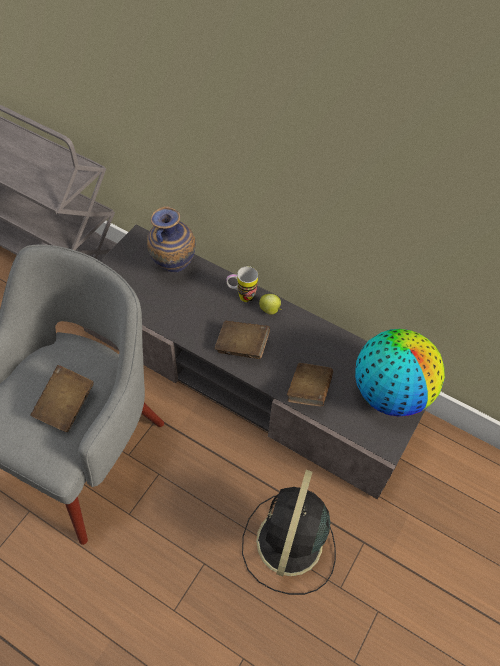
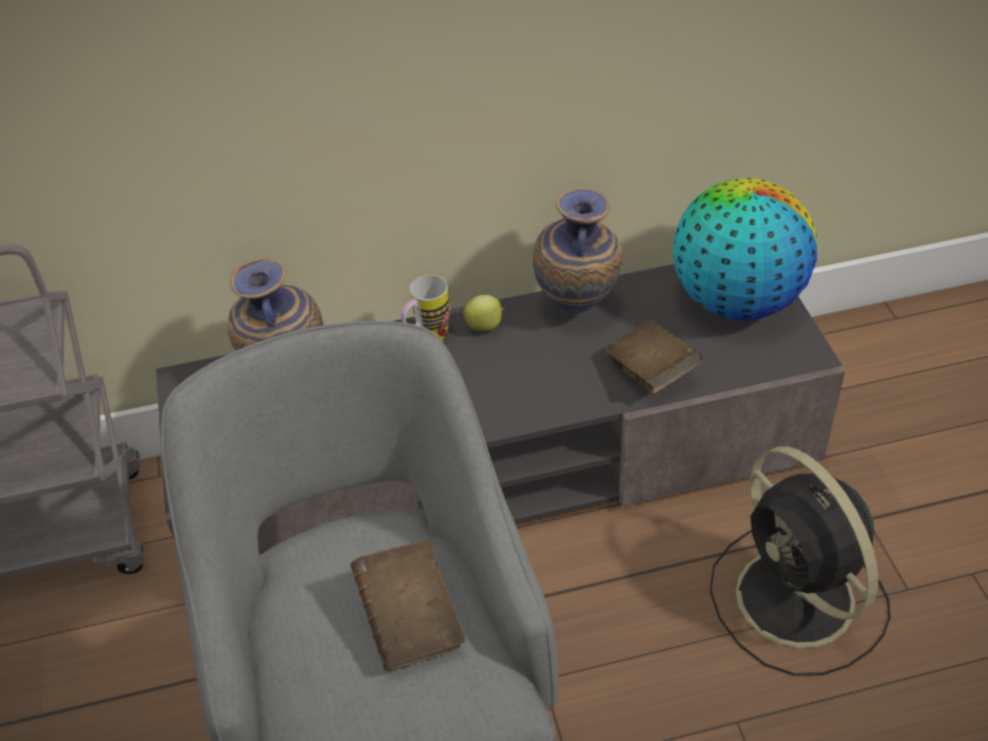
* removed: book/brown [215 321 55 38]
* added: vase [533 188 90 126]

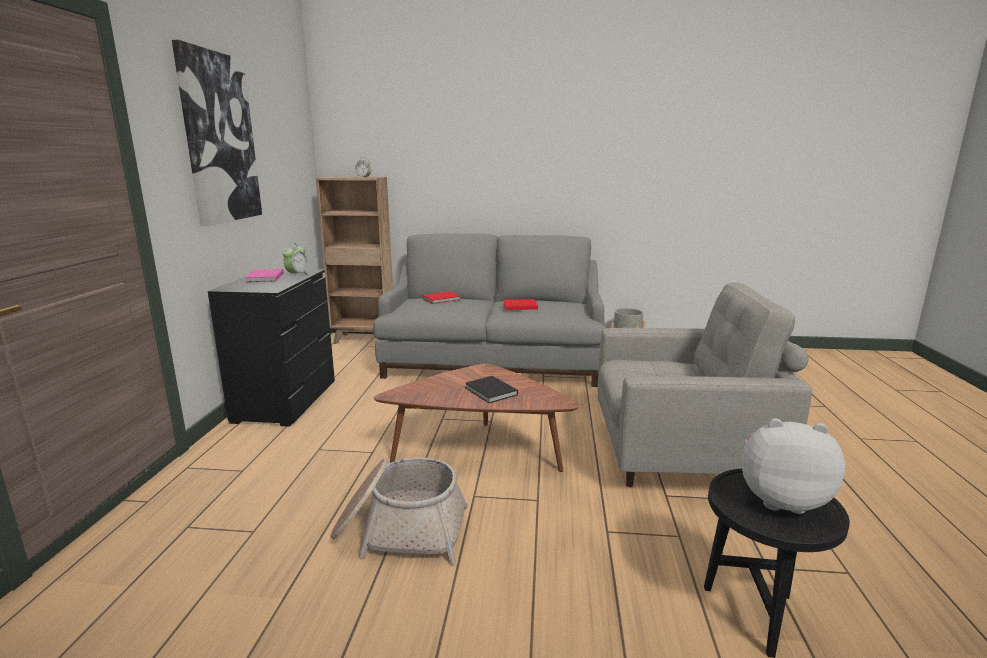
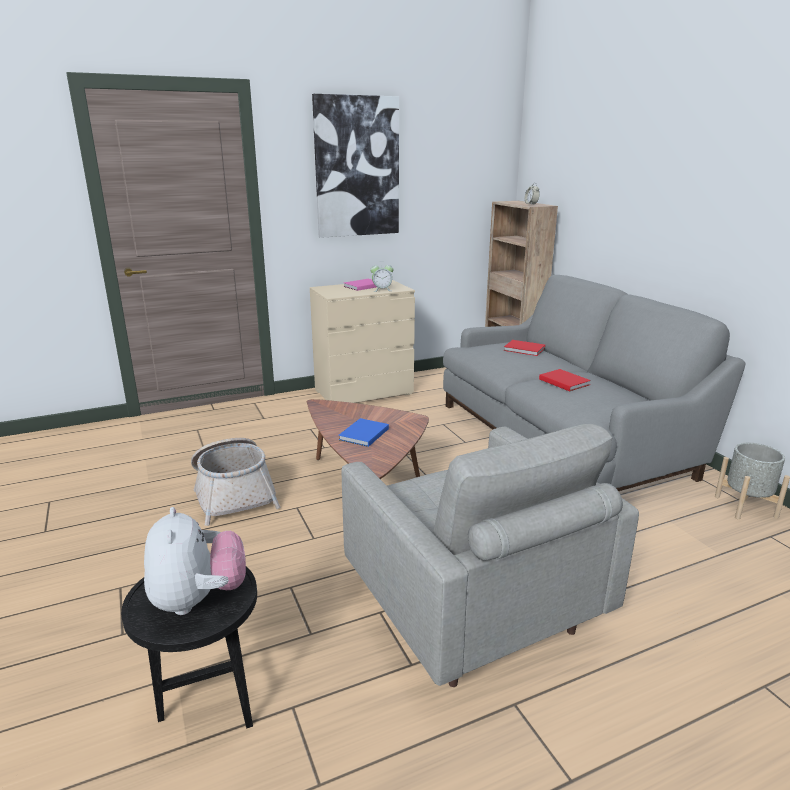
* recoloured: dresser/black [208 268 127 159] to dresser/beige [310 280 105 123]
* recoloured: book/black [465 376 53 28] to book/blue [339 418 50 29]

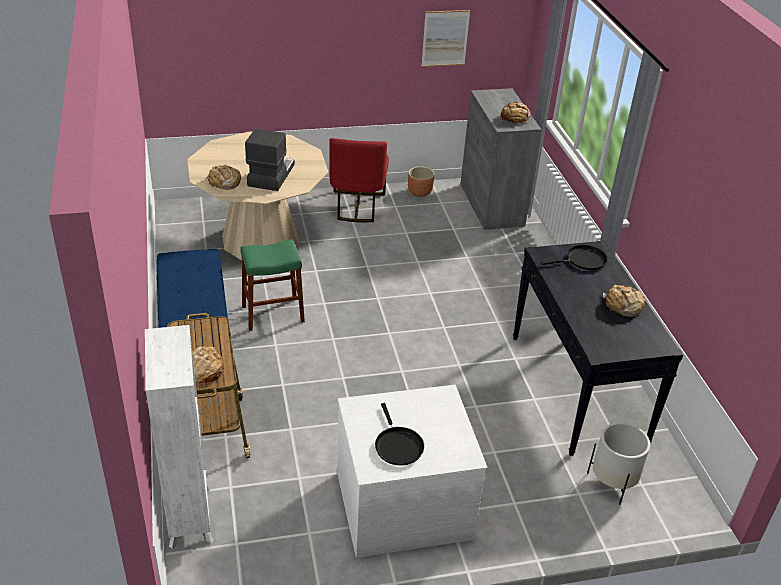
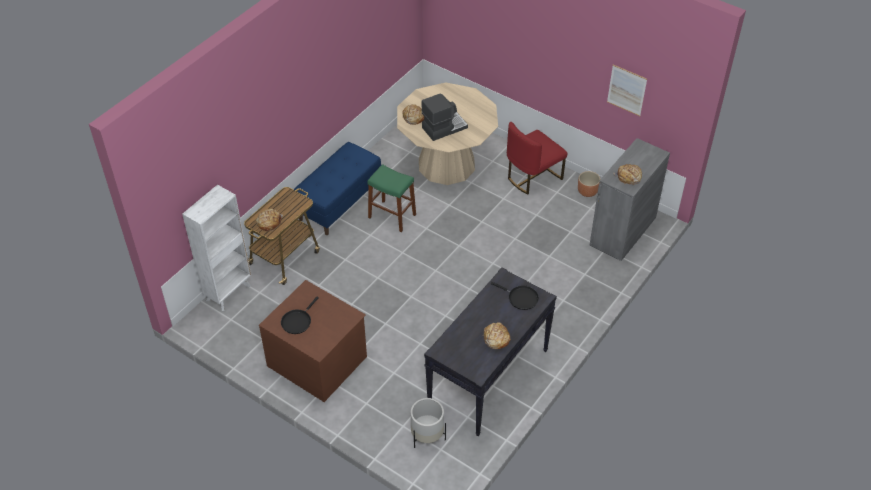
* recoloured: dresser/white [337 385 150 172] to dresser/brown [259 280 108 122]

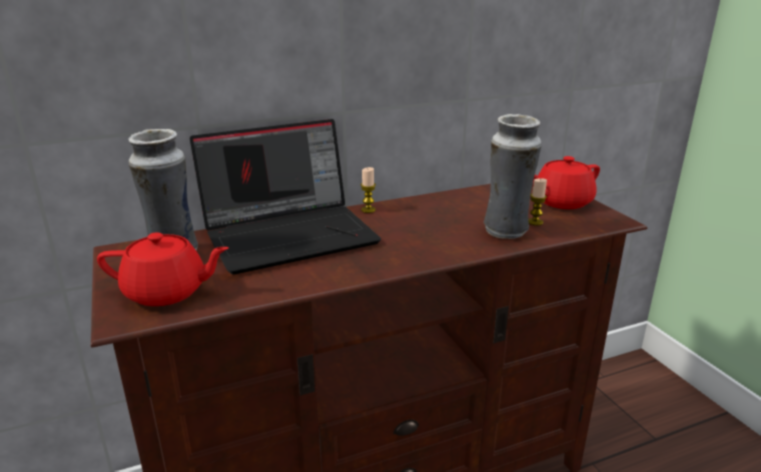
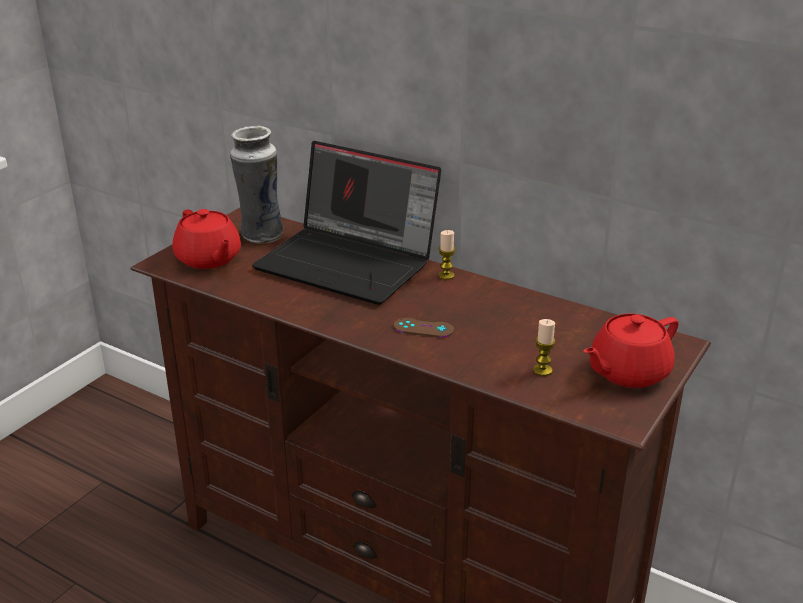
* removed: vase [484 114 57 125]
* turned: teapot/red [533 156 67 53] = [583 314 96 74] 60 degrees counterclockwise
* added: game controller/brown [394 318 60 20]

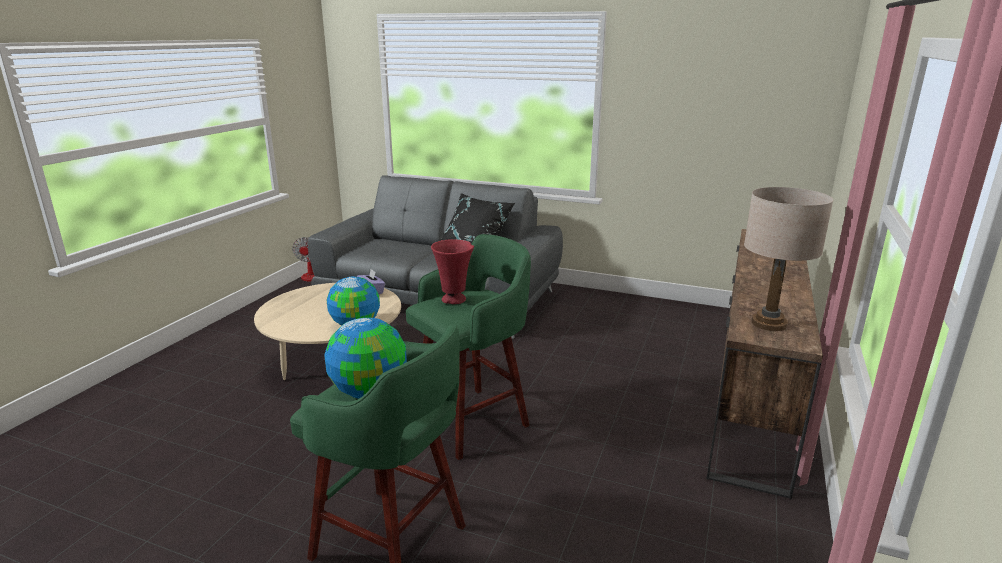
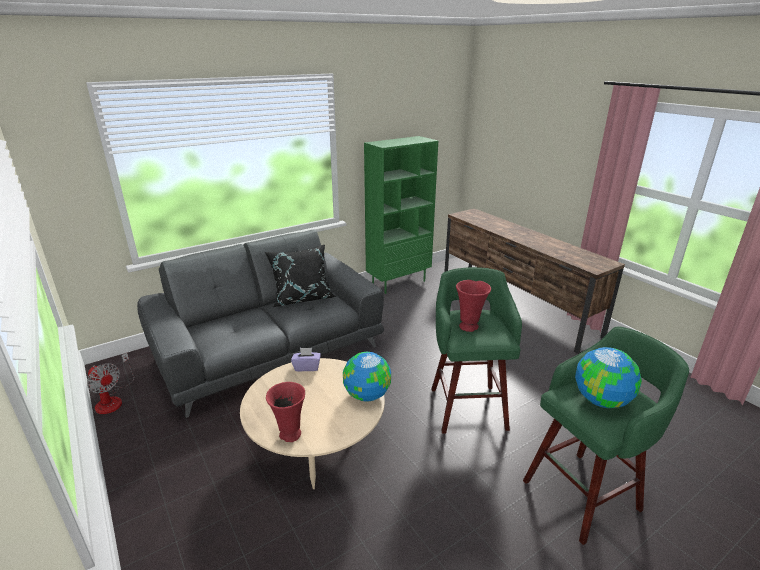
* removed: table lamp/beige [744 187 89 144]
* added: vase/red [266 382 39 60]
* added: bookcase/green [364 136 74 158]

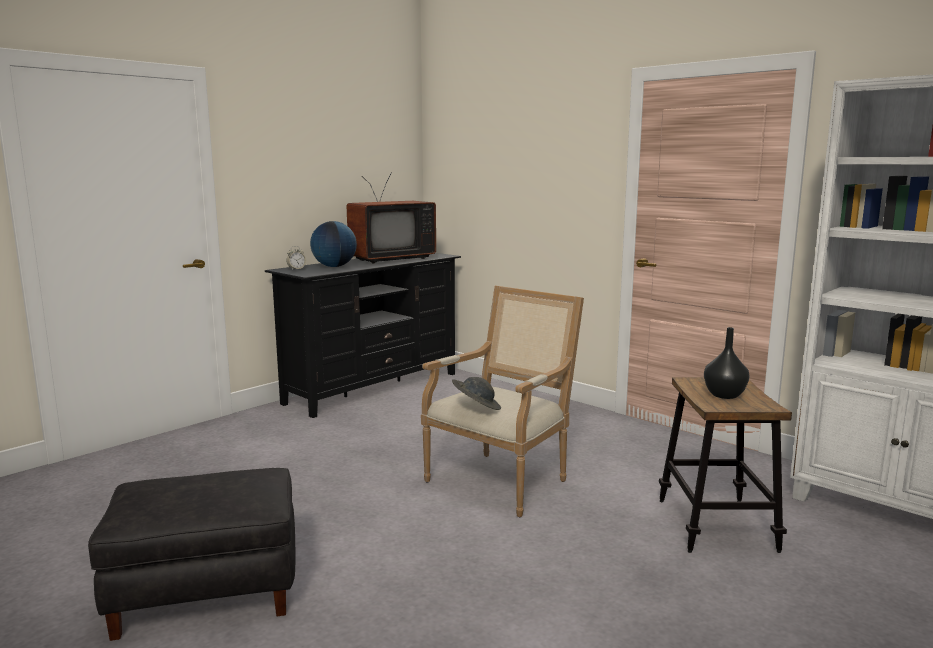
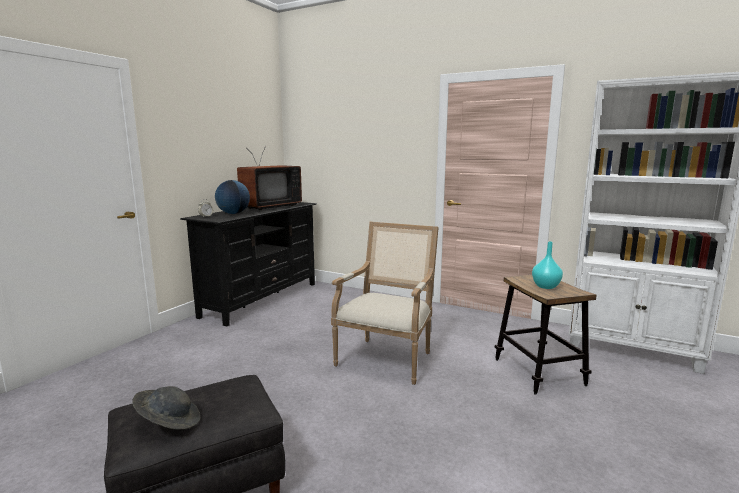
* moved: hat/grey [452 377 49 33] to [133 386 67 44]
* recoloured: vase/black [704 327 45 72] to vase/turquoise [532 241 31 48]

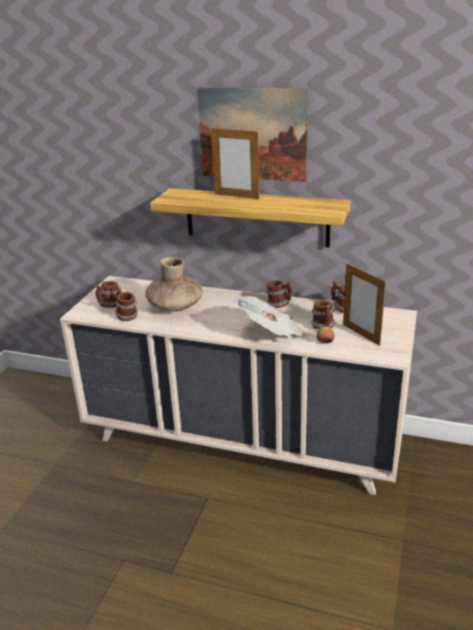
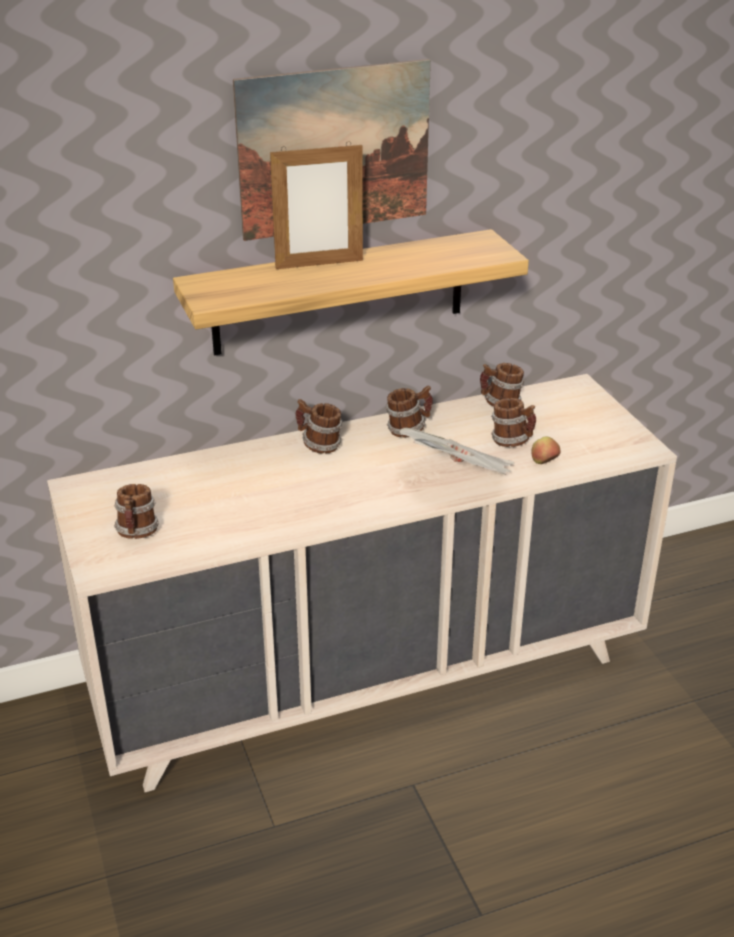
* moved: mug [115 286 23 35] to [296 399 47 55]
* removed: vase/brown [145 257 57 55]
* removed: picture frame [343 263 43 83]

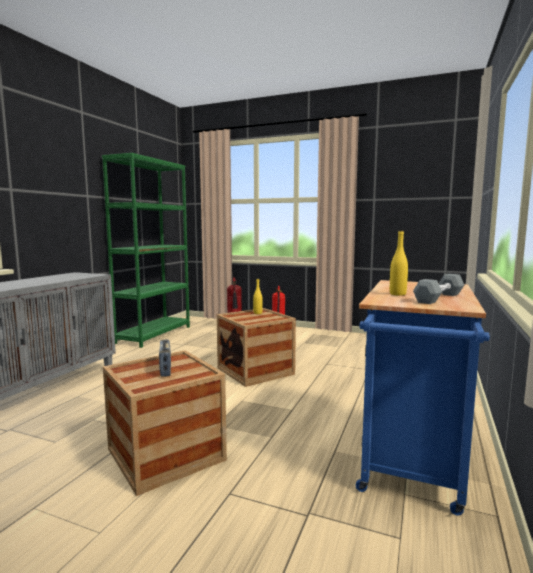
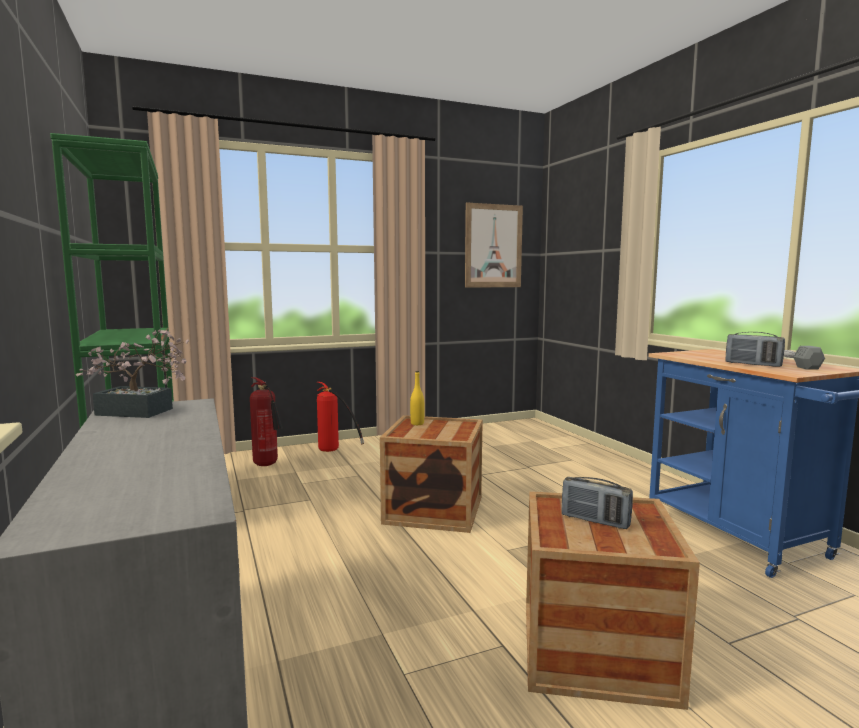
* replaced: bottle/yellow [390 230 18 66] to radio [725 332 60 35]
* added: potted plant [76 329 113 89]
* added: picture [465 203 58 85]

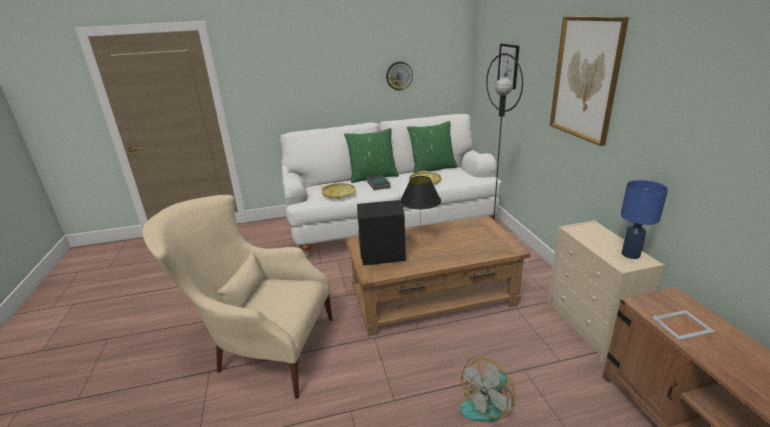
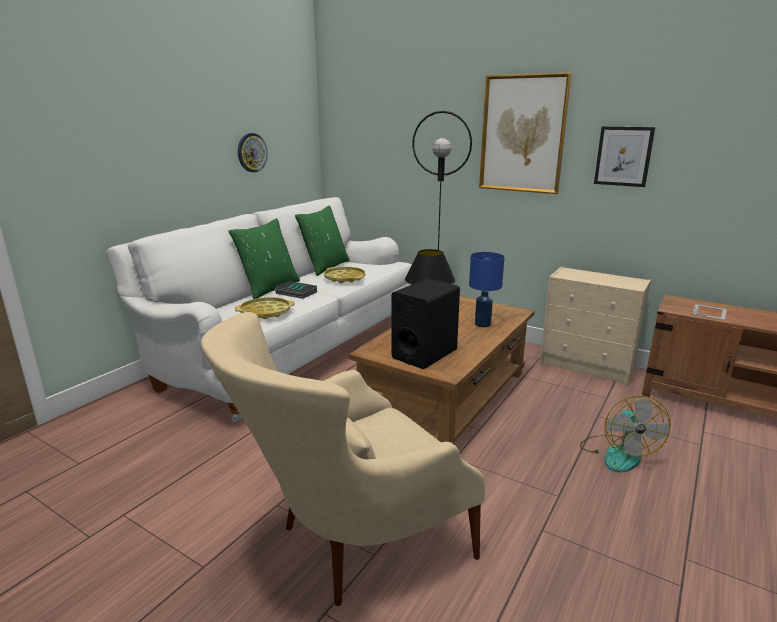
* moved: picture [497 43 22 46] to [594 126 61 61]
* moved: table lamp/blue [621 180 47 79] to [469 252 35 75]

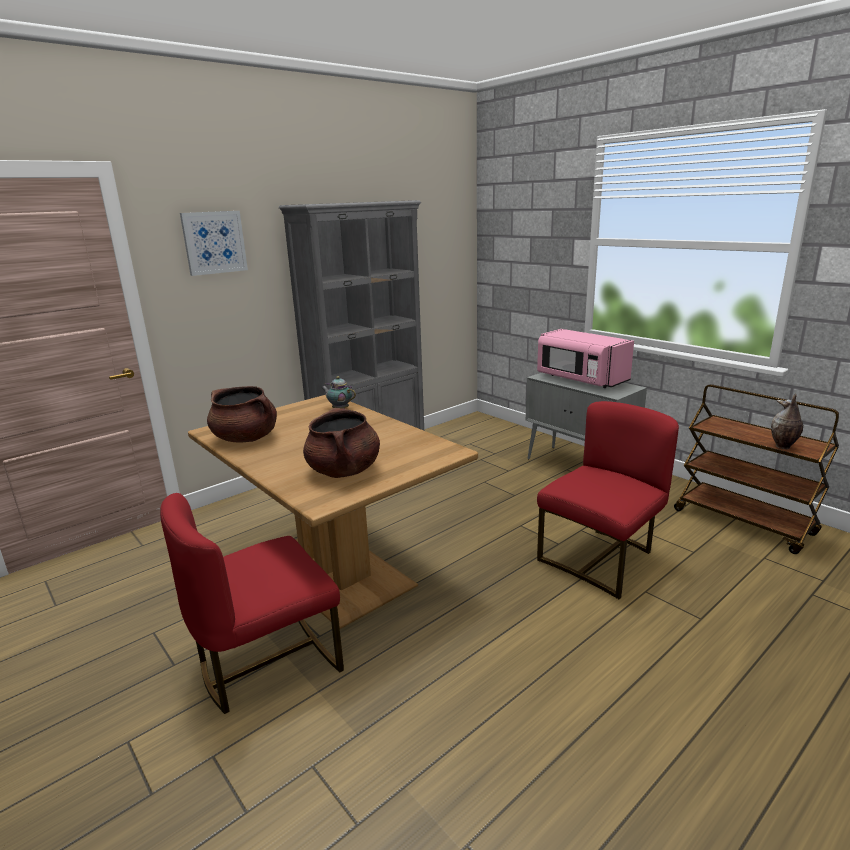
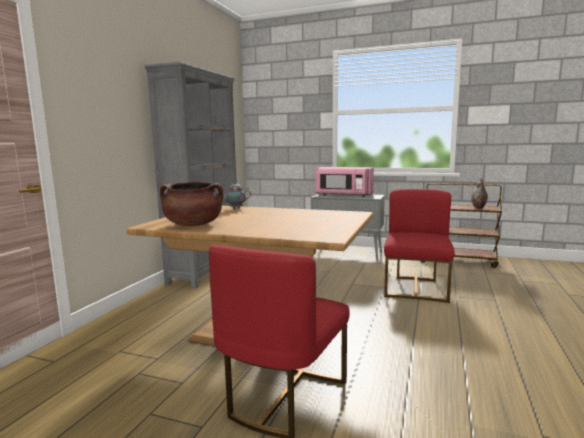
* removed: picture [180 211 68 65]
* removed: cooking pot/brown [303 408 77 70]

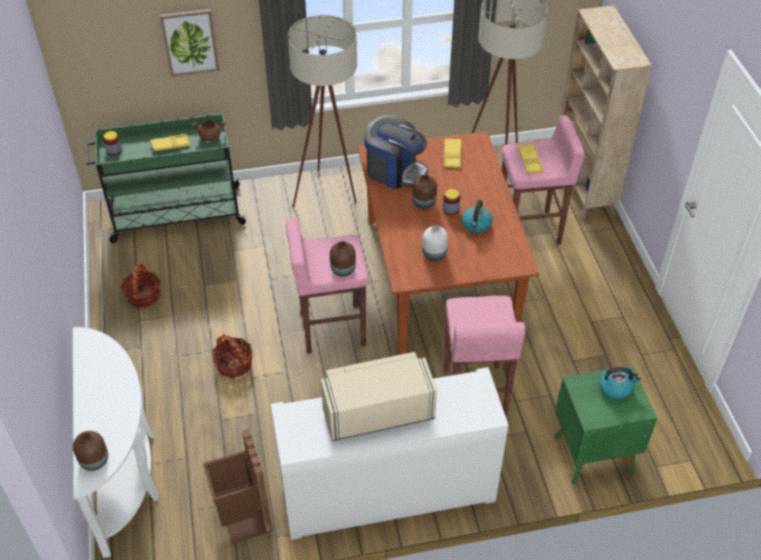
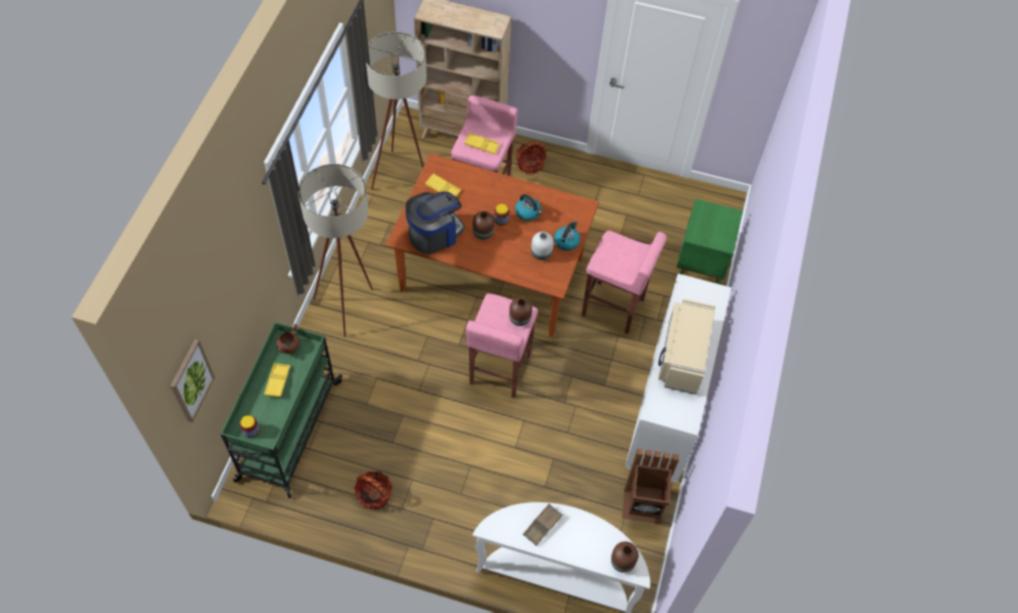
* moved: picture [160 9 59 68] to [170 339 45 84]
* moved: basket [212 334 41 44] to [516 141 31 33]
* moved: kettle [599 367 42 33] to [554 221 26 30]
* added: tray/brown [523 504 40 42]

